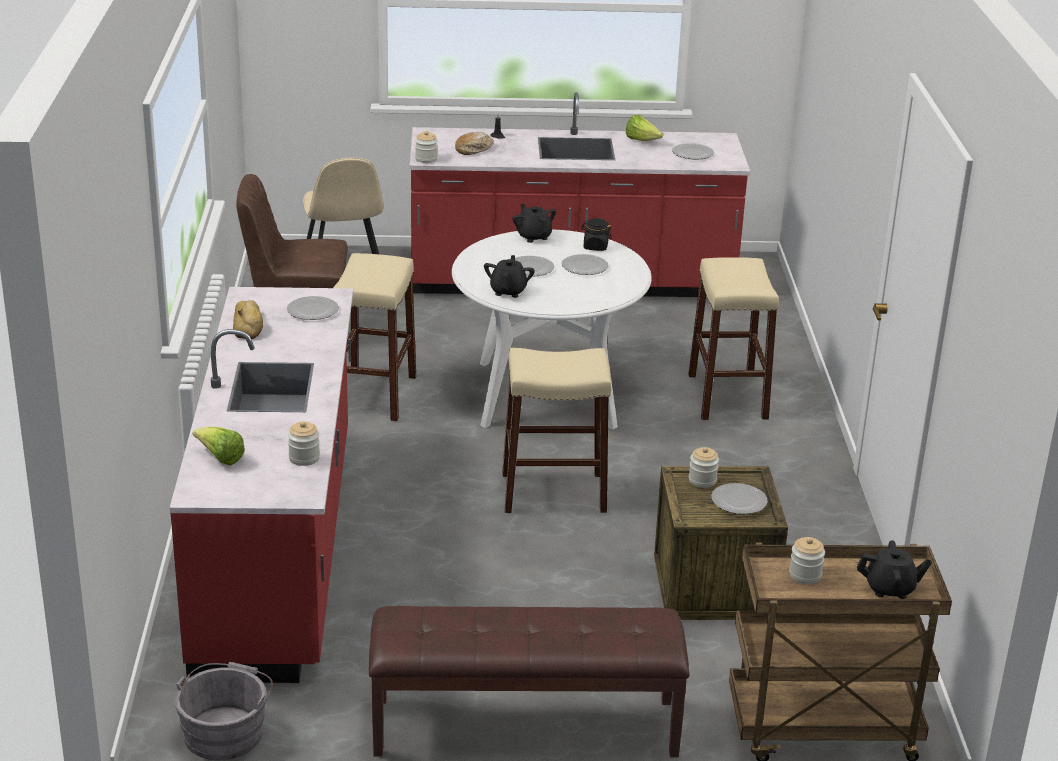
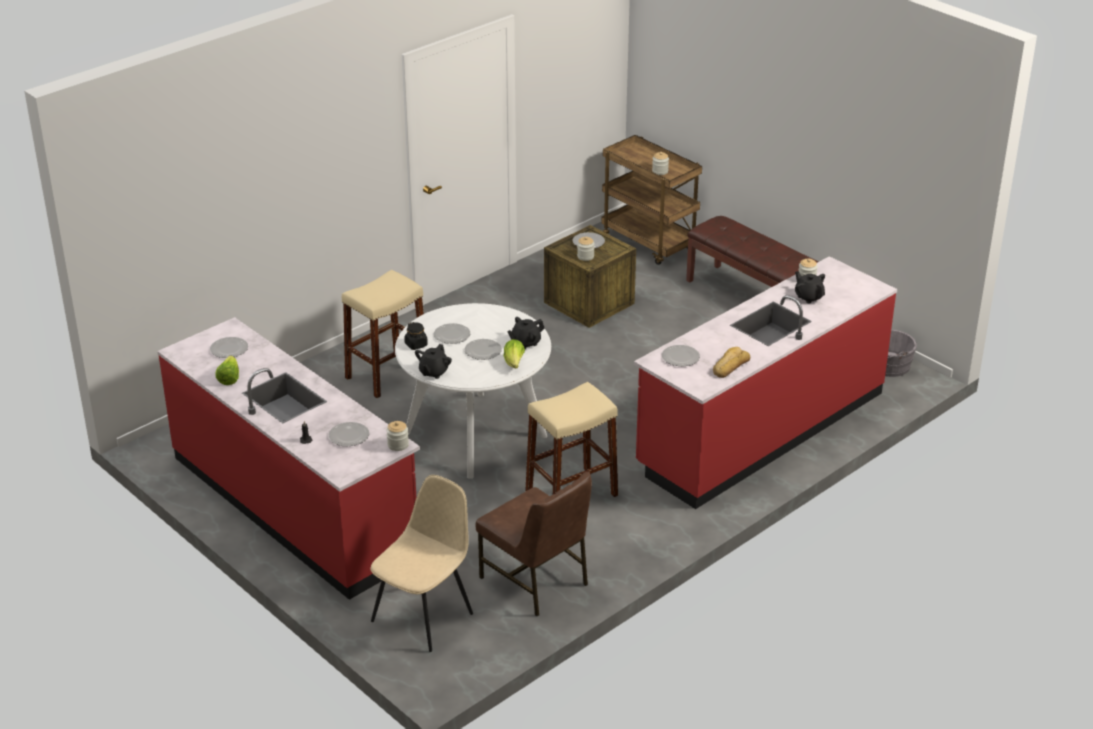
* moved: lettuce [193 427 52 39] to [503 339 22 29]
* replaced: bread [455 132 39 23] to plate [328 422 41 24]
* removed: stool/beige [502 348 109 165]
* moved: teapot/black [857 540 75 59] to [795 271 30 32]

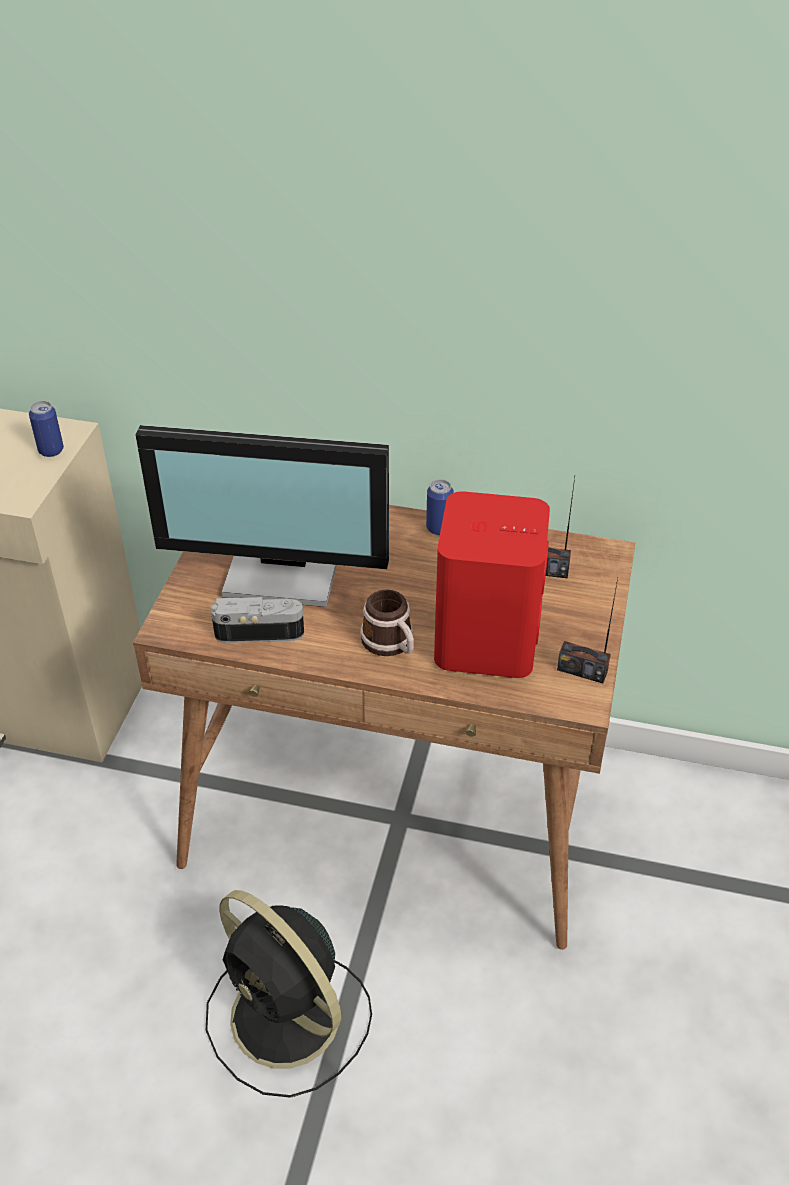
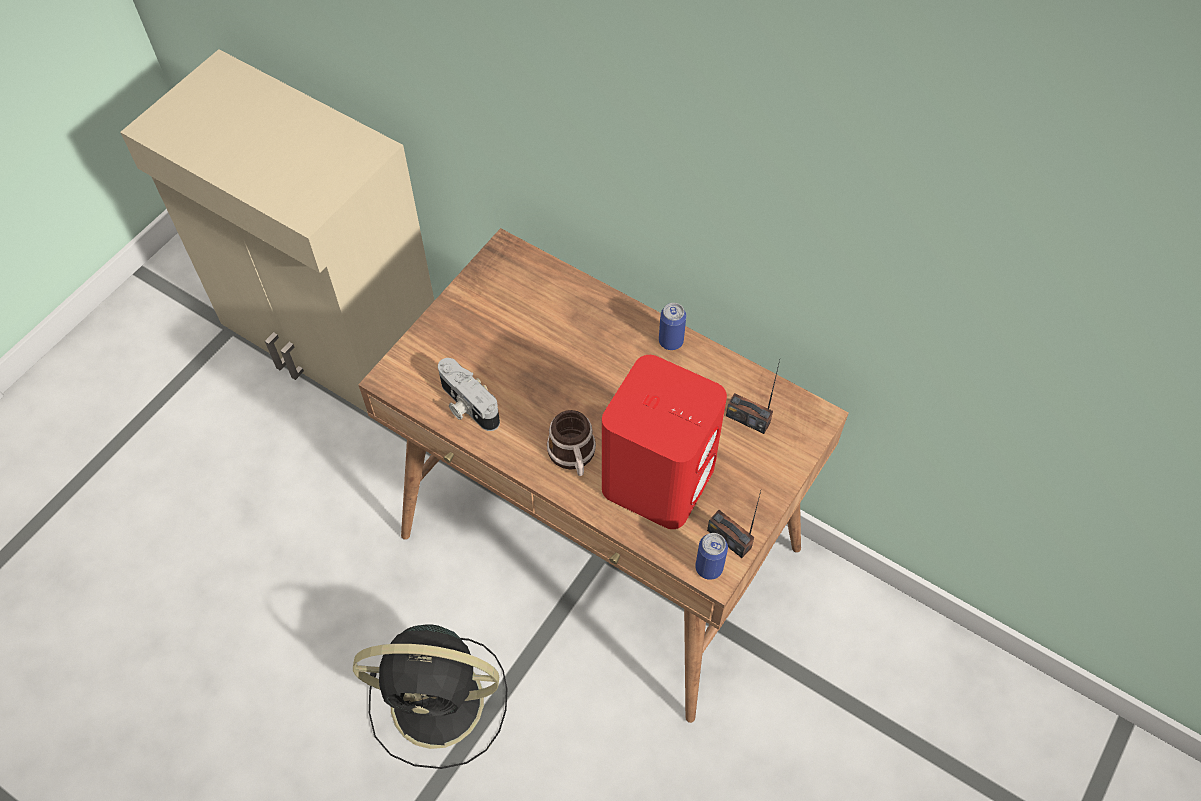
* moved: can [29 401 35 56] to [695 533 33 47]
* removed: monitor [136 425 253 182]
* turned: fan/black [206 890 166 208] = [353 624 154 145] 60 degrees counterclockwise
* turned: photo camera [211 597 93 46] = [438 358 62 73] 150 degrees counterclockwise

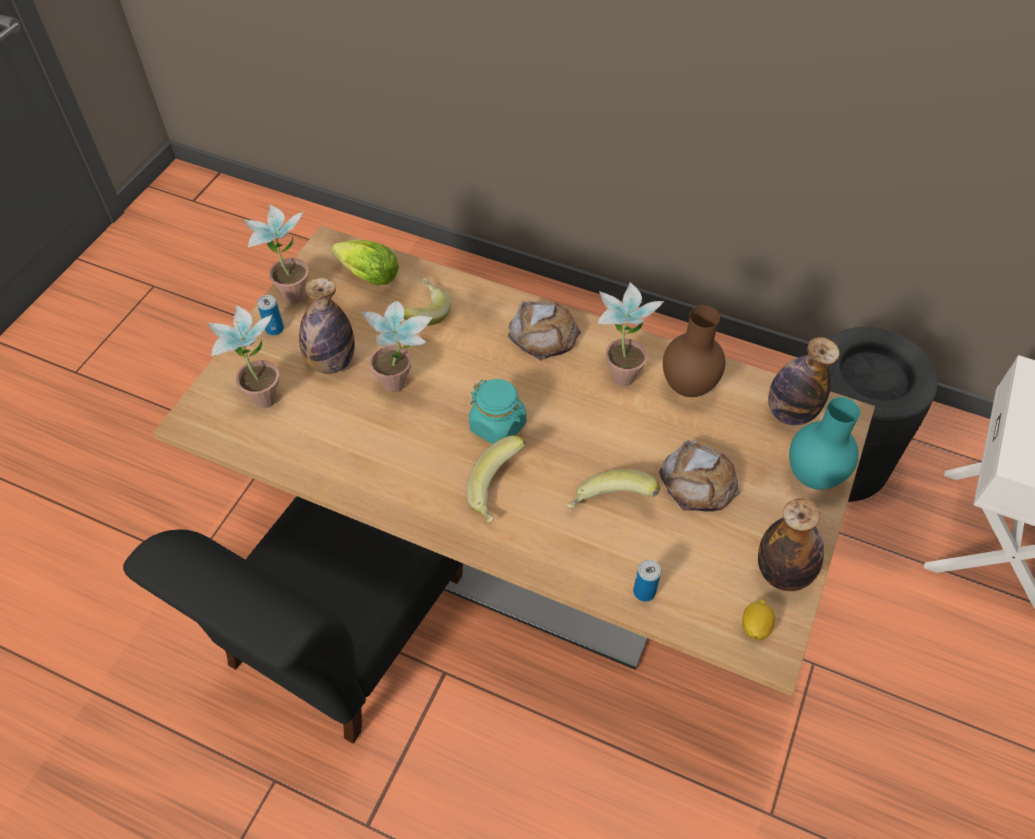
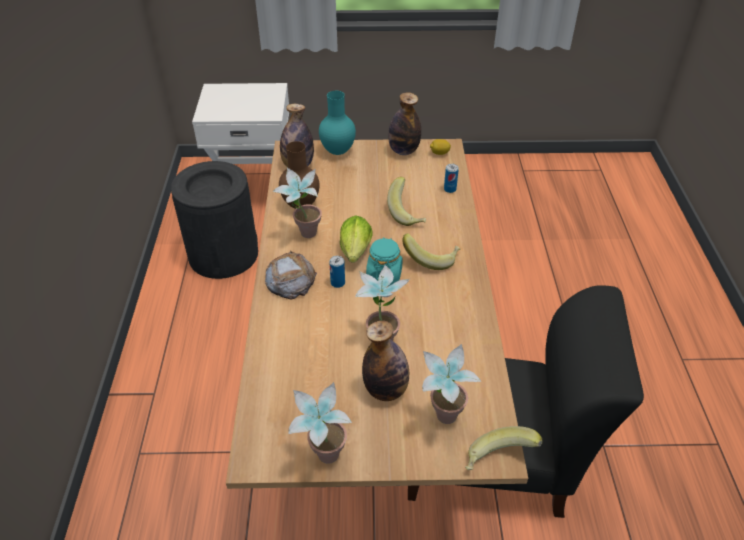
* moved: can [257 295 27 40] to [329 256 16 32]
* moved: lettuce [332 240 67 45] to [340 215 33 48]
* moved: banana [404 278 47 48] to [465 426 78 44]
* removed: bread [659 440 81 71]

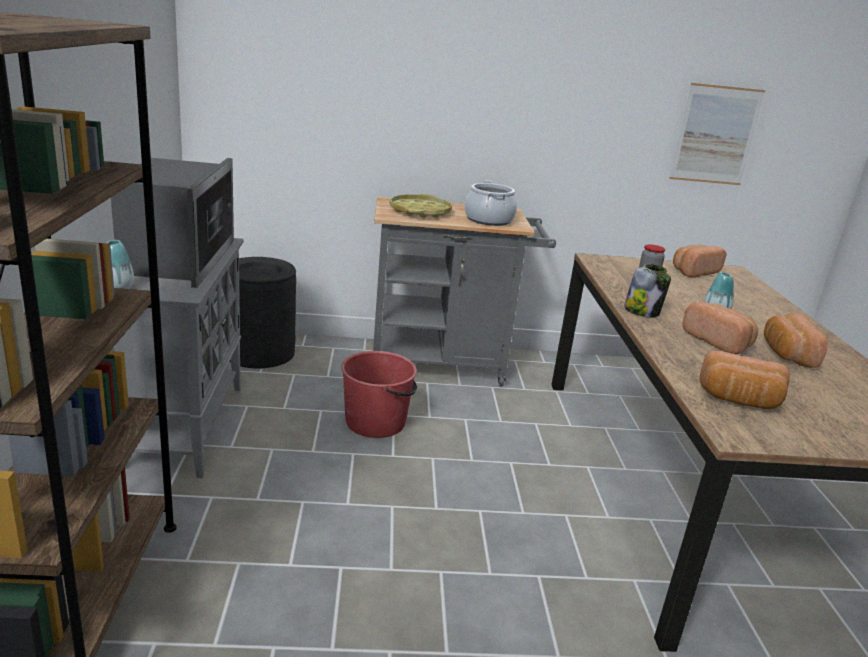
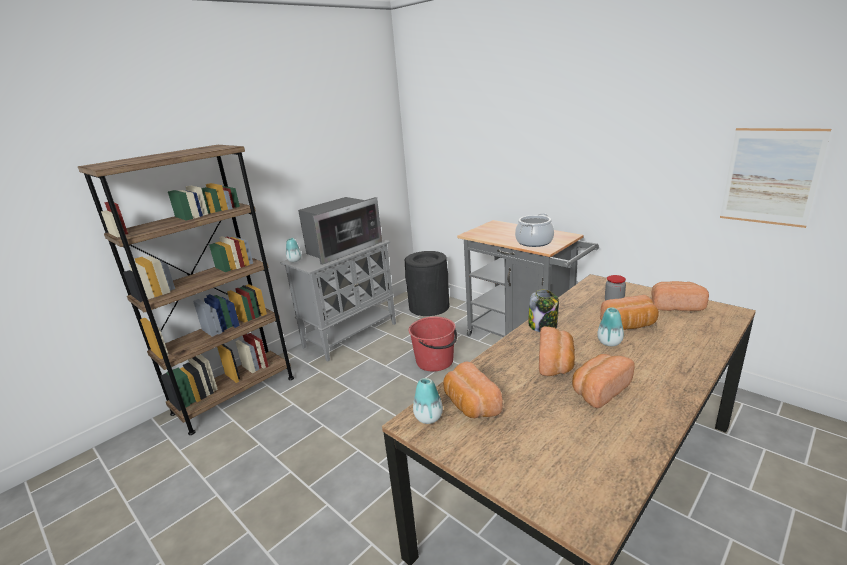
* removed: tray/yellow [390 194 62 24]
* added: vase [413 378 30 46]
* added: bread [600 295 59 35]

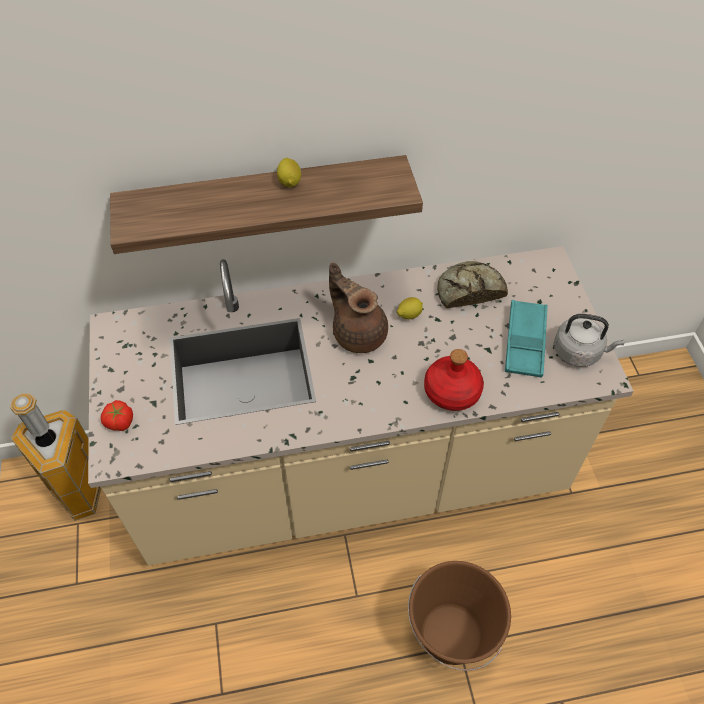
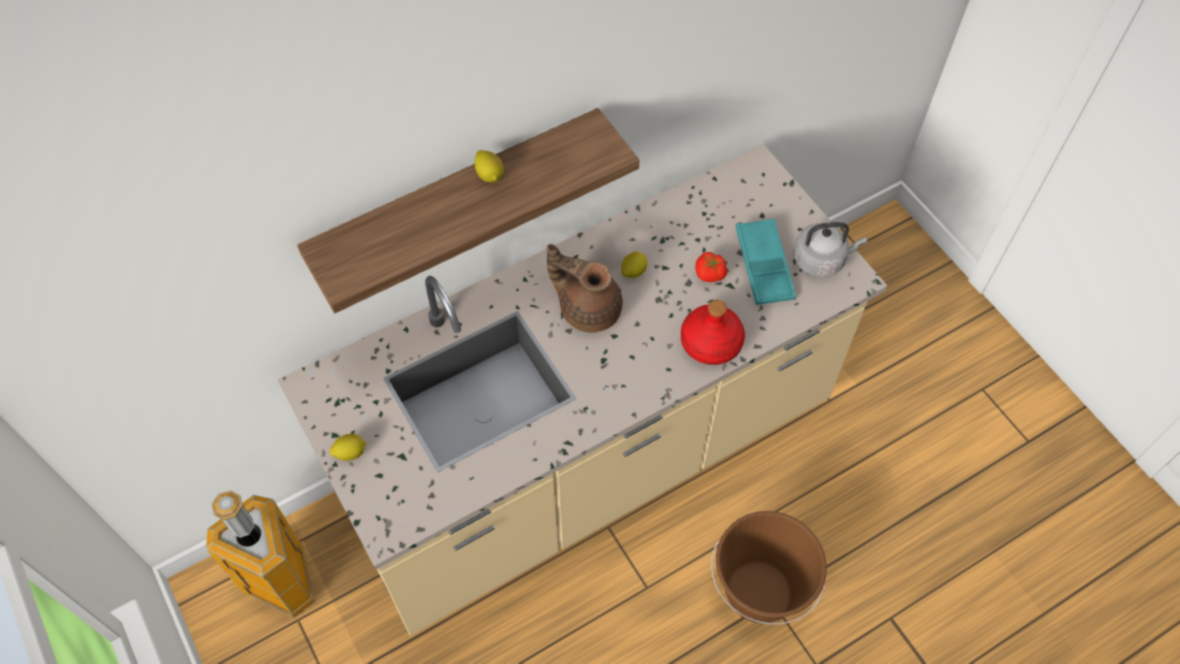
* moved: tomato [101 400 32 31] to [695 252 33 30]
* removed: bread [437 261 71 48]
* added: lemon [329 434 37 27]

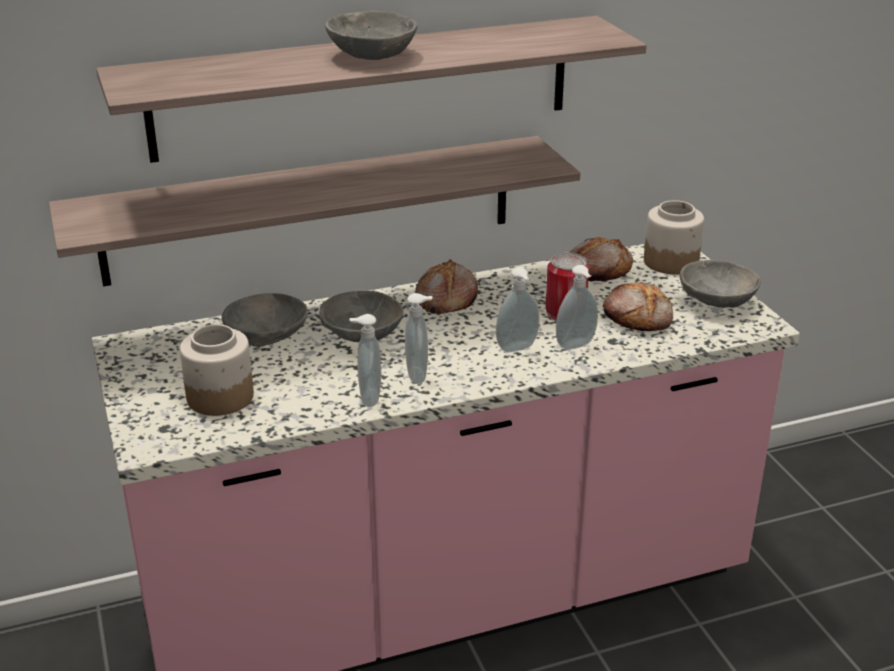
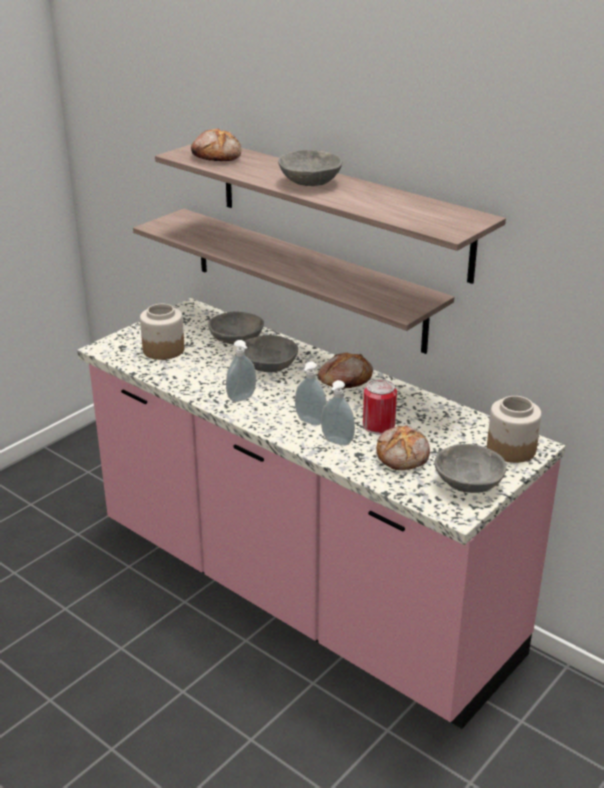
* removed: soap dispenser [350 314 32 93]
* moved: bread [569 237 64 44] to [191 128 50 33]

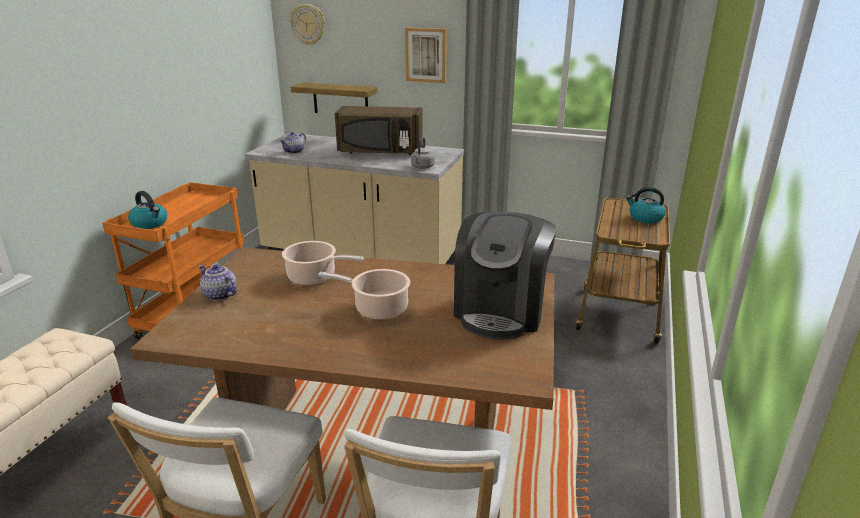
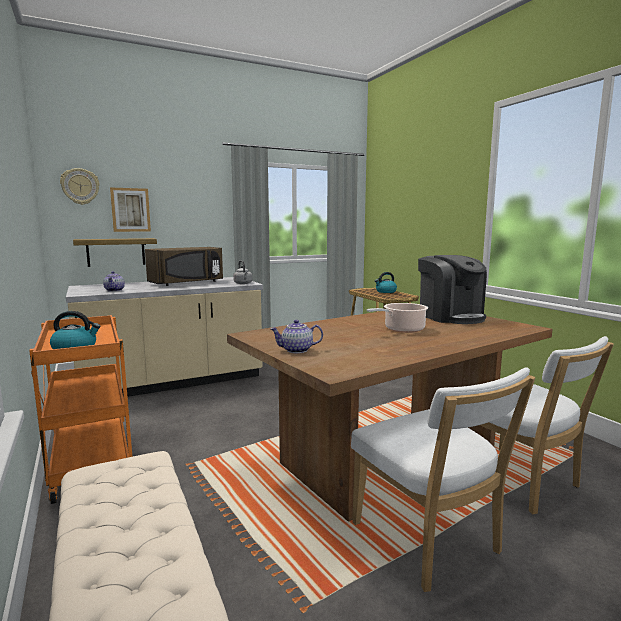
* removed: cooking pot [282 241 82 44]
* moved: picture [405 28 42 55] to [110 187 41 45]

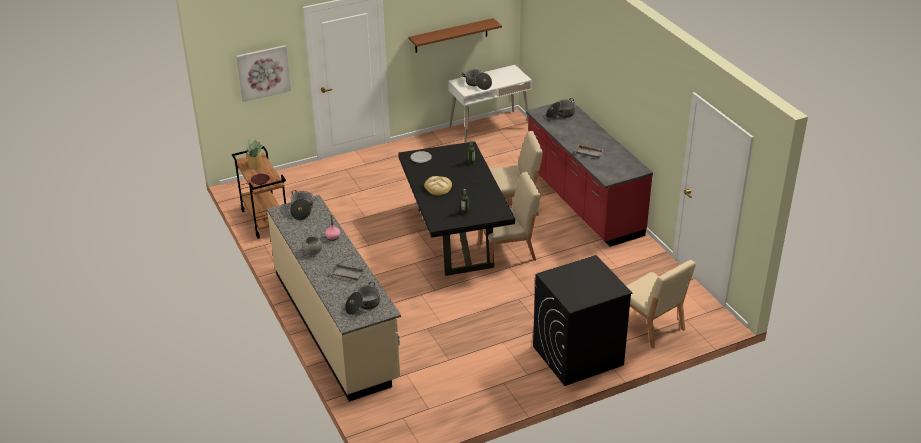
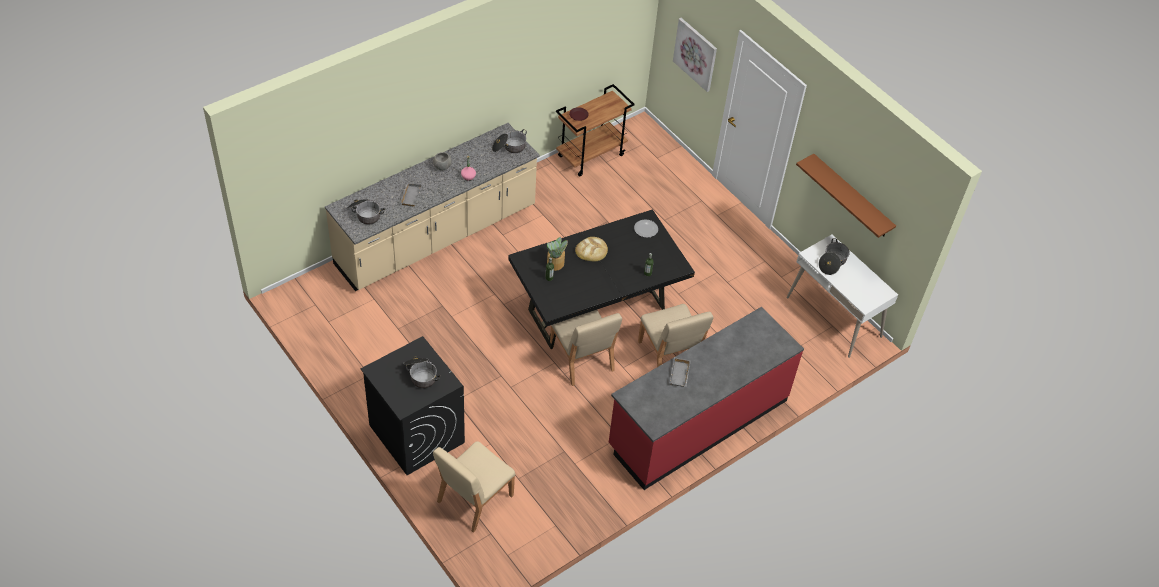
* moved: potted plant [245 139 18 30] to [547 237 21 34]
* moved: cooking pot [546 98 30 20] to [403 356 38 32]

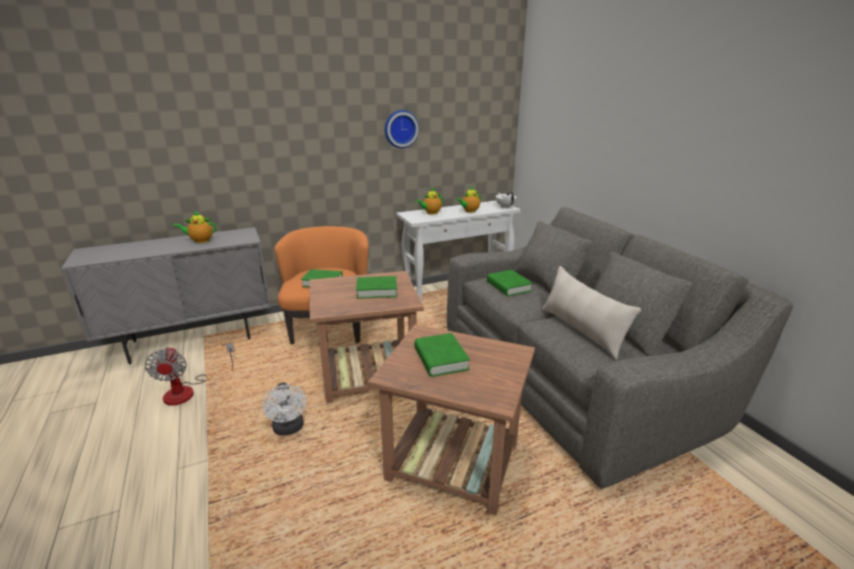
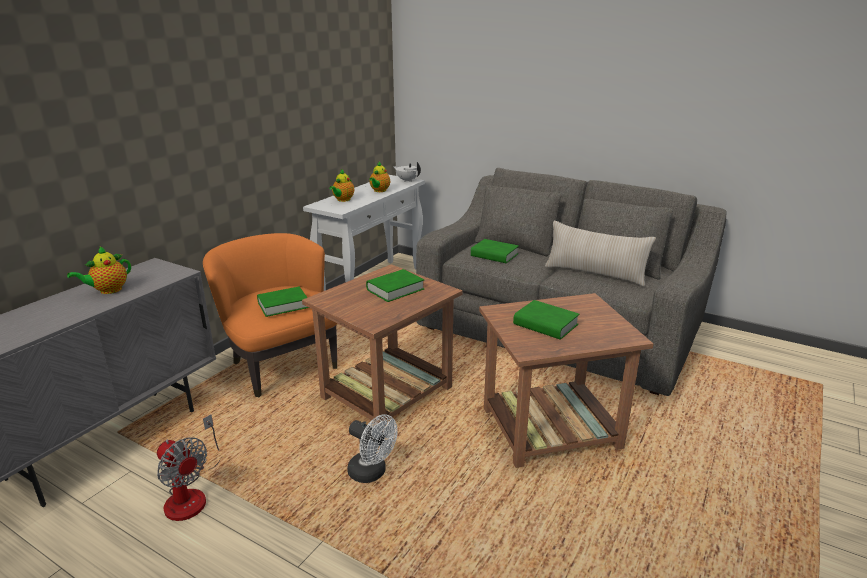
* removed: wall clock [385 110 34 38]

